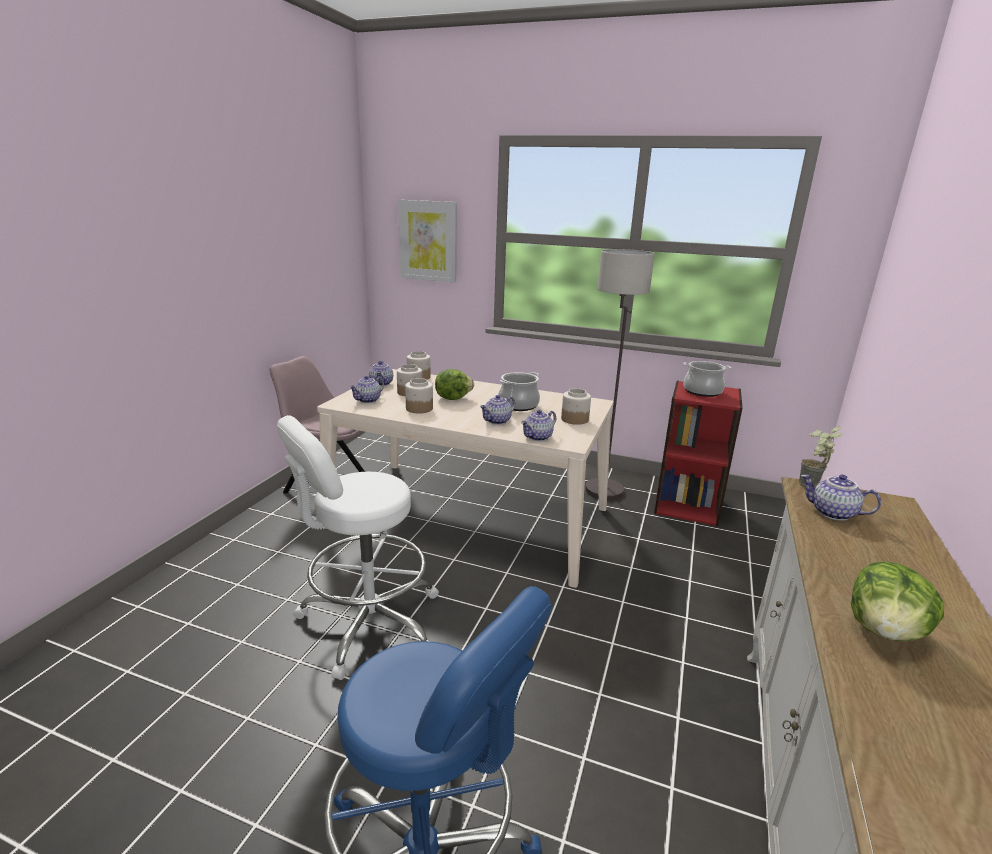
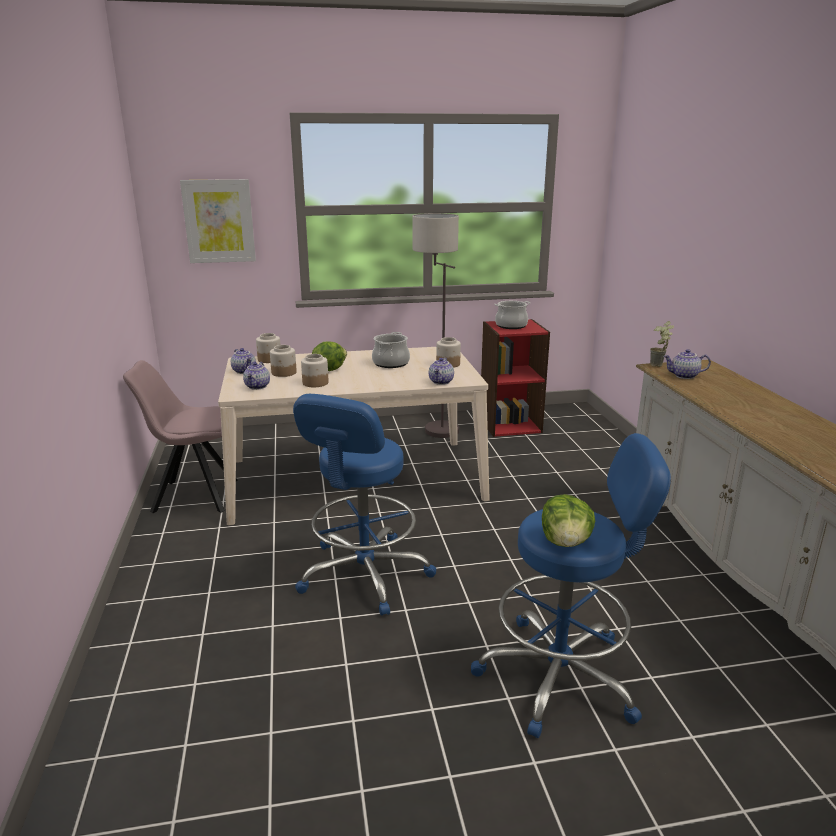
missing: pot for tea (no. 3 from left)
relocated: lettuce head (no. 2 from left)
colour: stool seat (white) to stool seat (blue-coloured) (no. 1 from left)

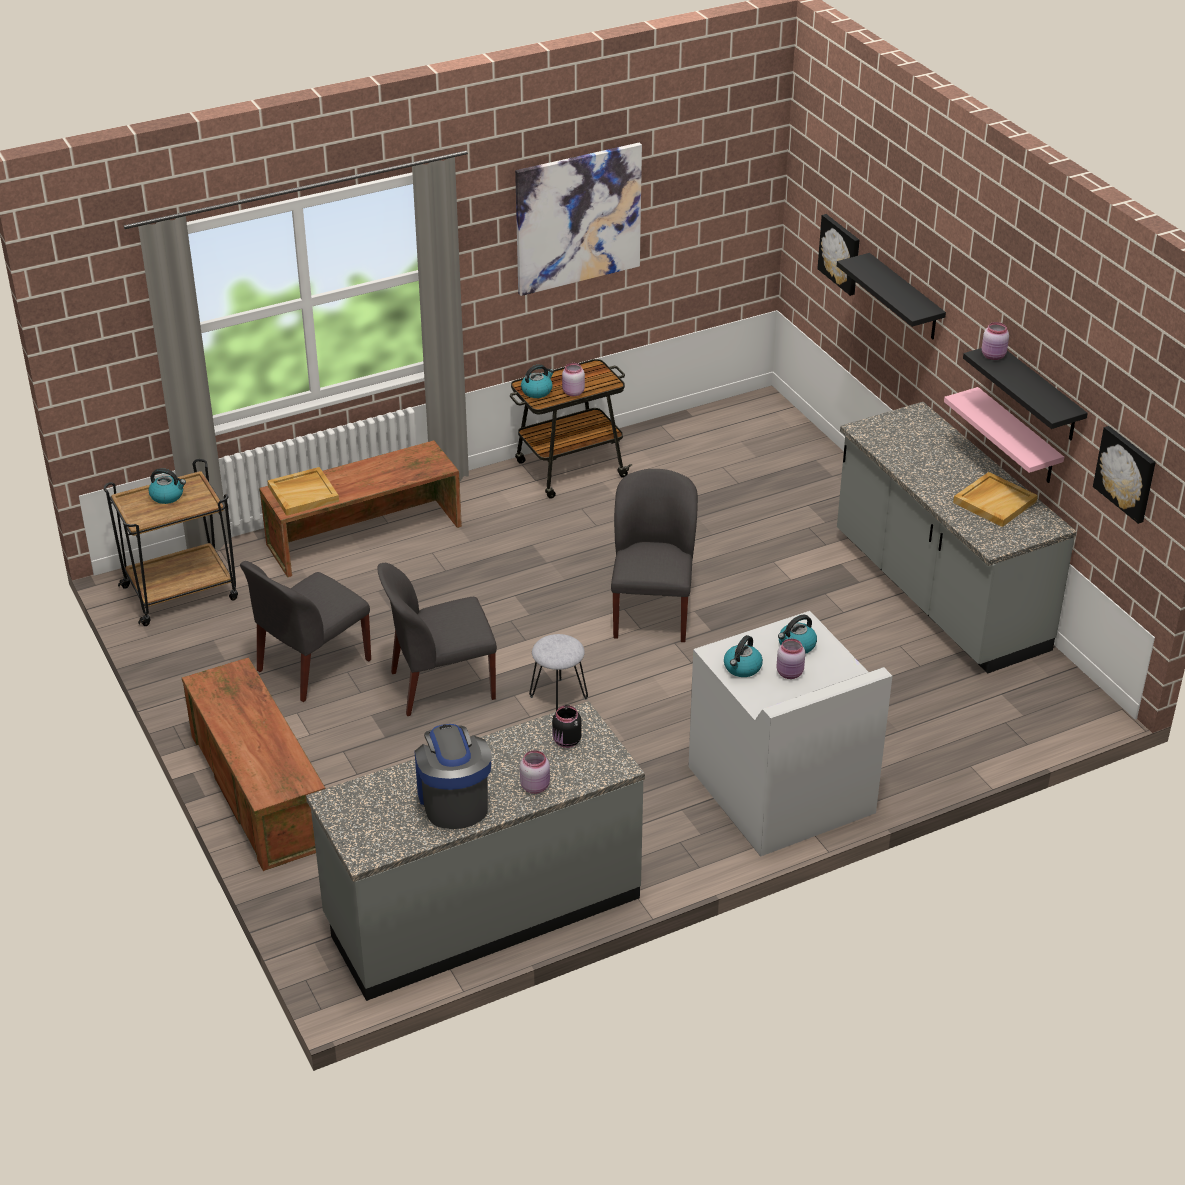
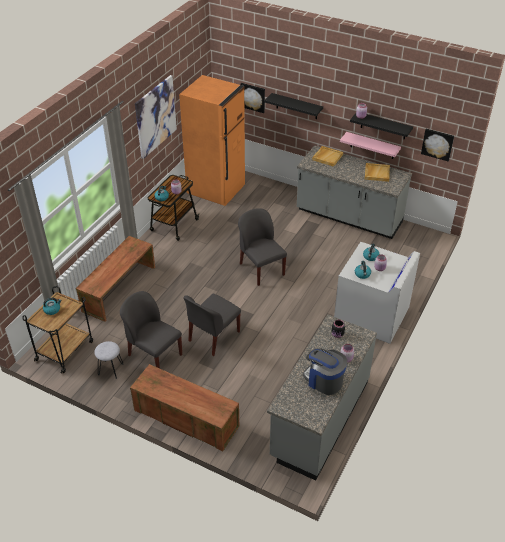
appeared: kitchen fridge (orange-coloured)
relocated: stool seat (greyish); carrying tray (beige) (no. 1 from left)
spun: chair (greyish) (no. 1 from left) 120 degrees clockwise

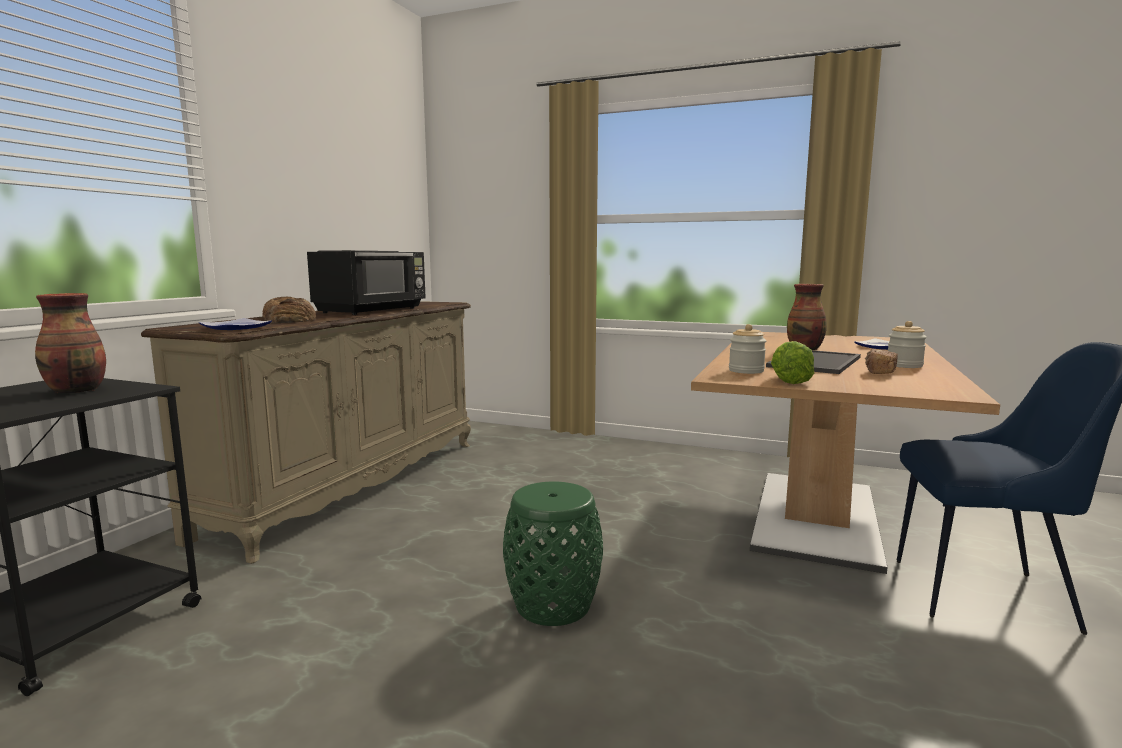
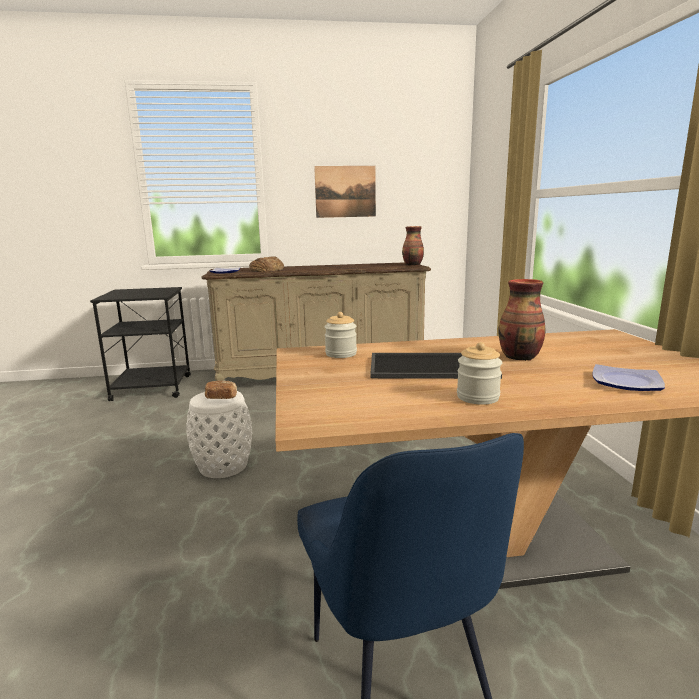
missing: microwave oven (black); lettuce head
appeared: picture
relocated: bread (no. 2 from left in the first image) to bread (no. 1 from left); vase (no. 1 from left)
colour: stool seat (green-coloured) to stool seat (white)

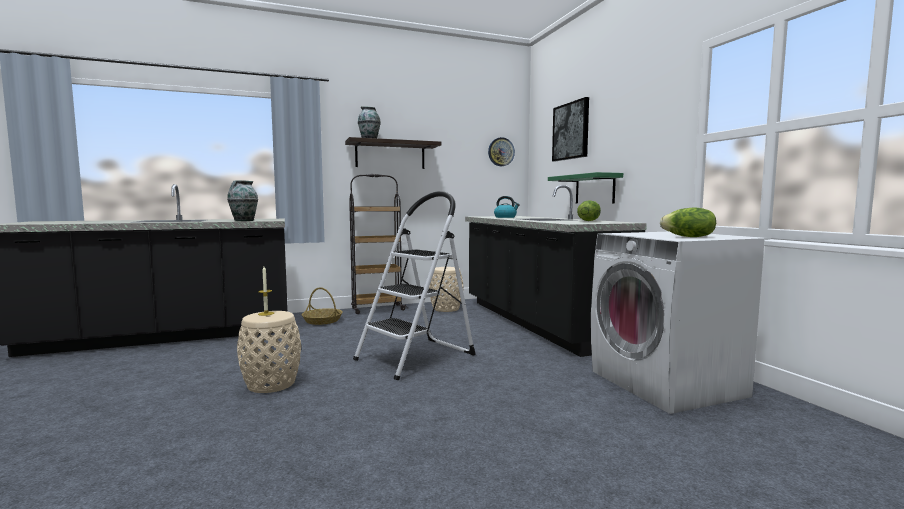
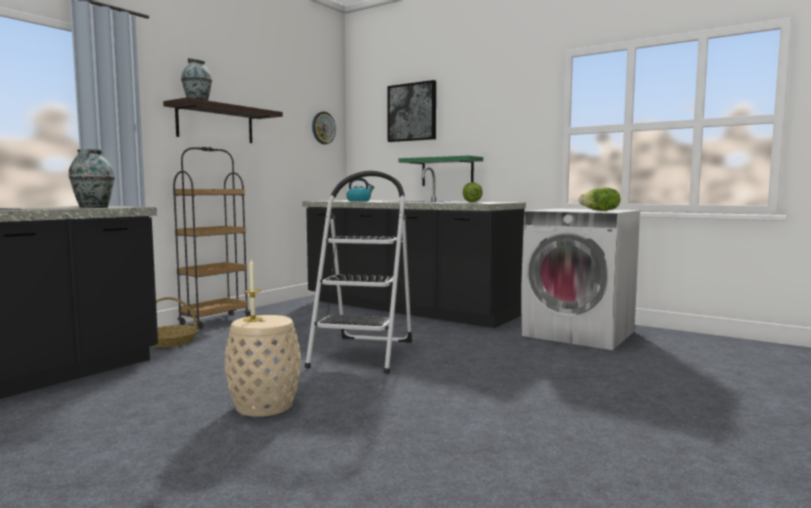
missing: stool seat (beige) (no. 2 from left)

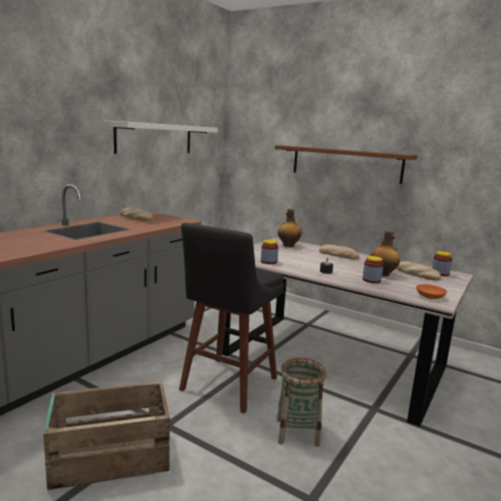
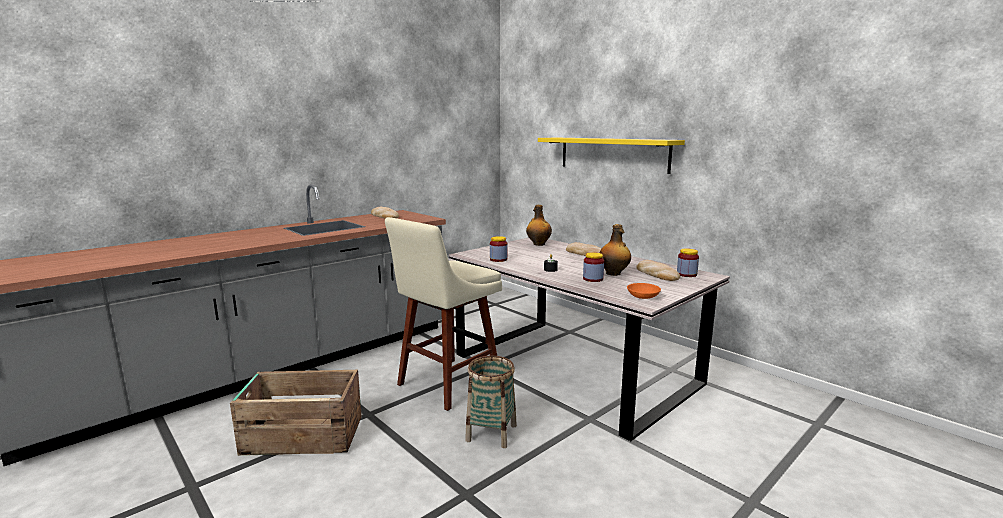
missing: shelf (white)
colour: stool seat (black) to stool seat (beige); shelf (brown-coloured) to shelf (yellow)

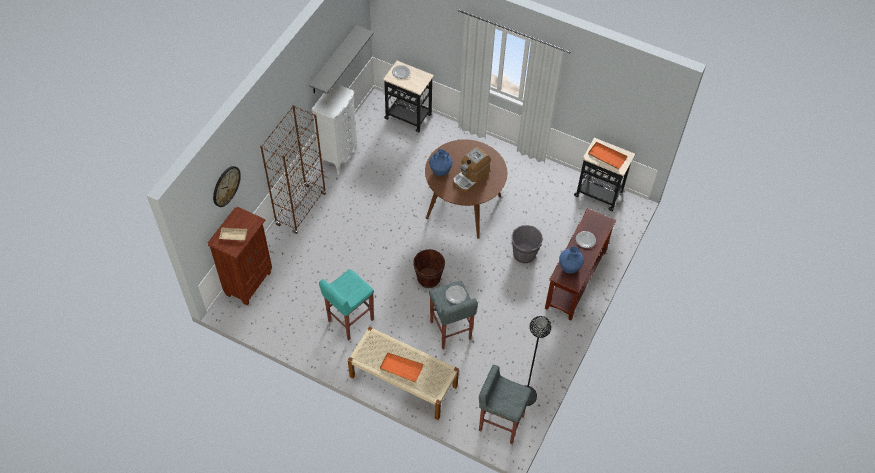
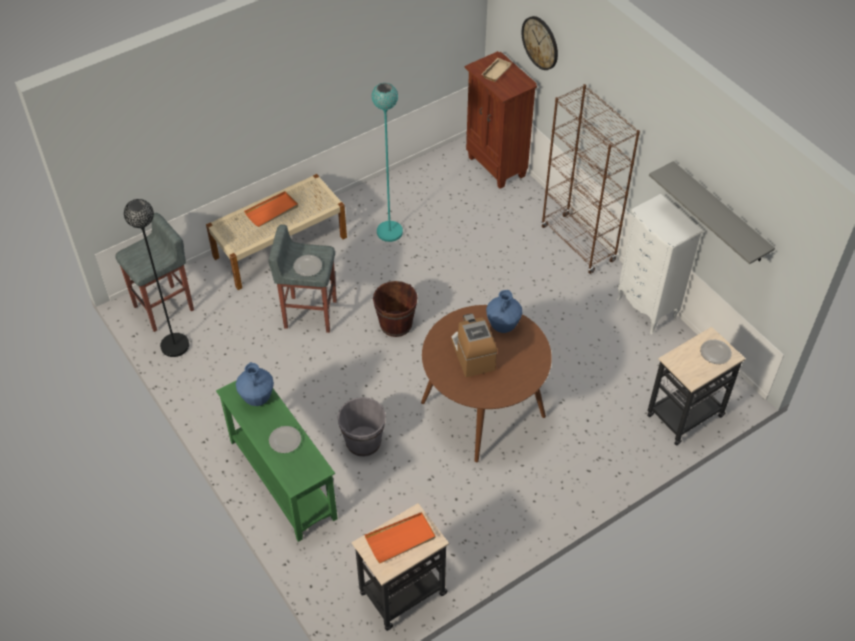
exchanged: stool seat (turquoise-coloured) to floor lamp (turquoise-coloured)
colour: console table (brown-coloured) to console table (green-coloured)

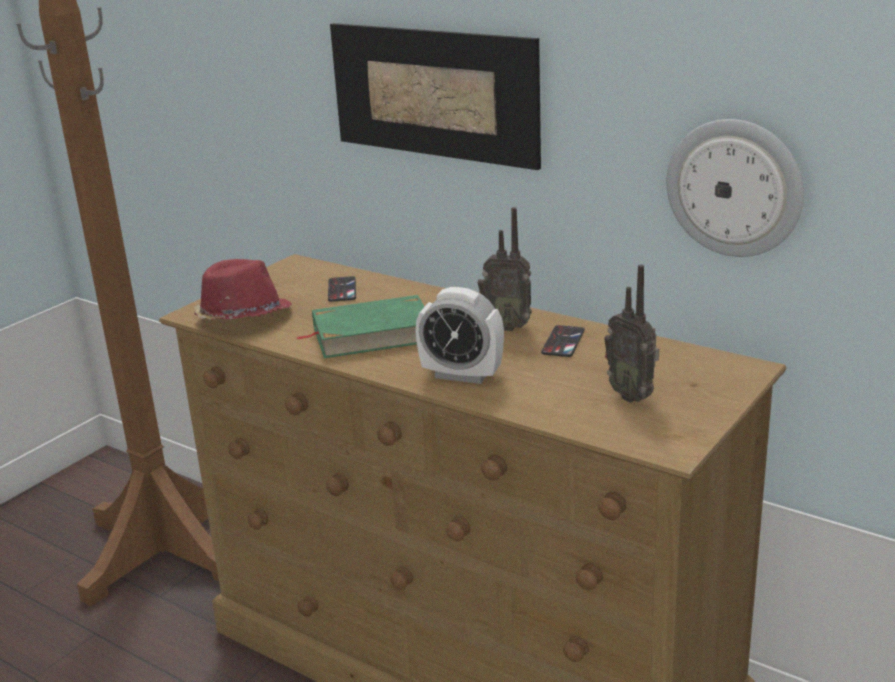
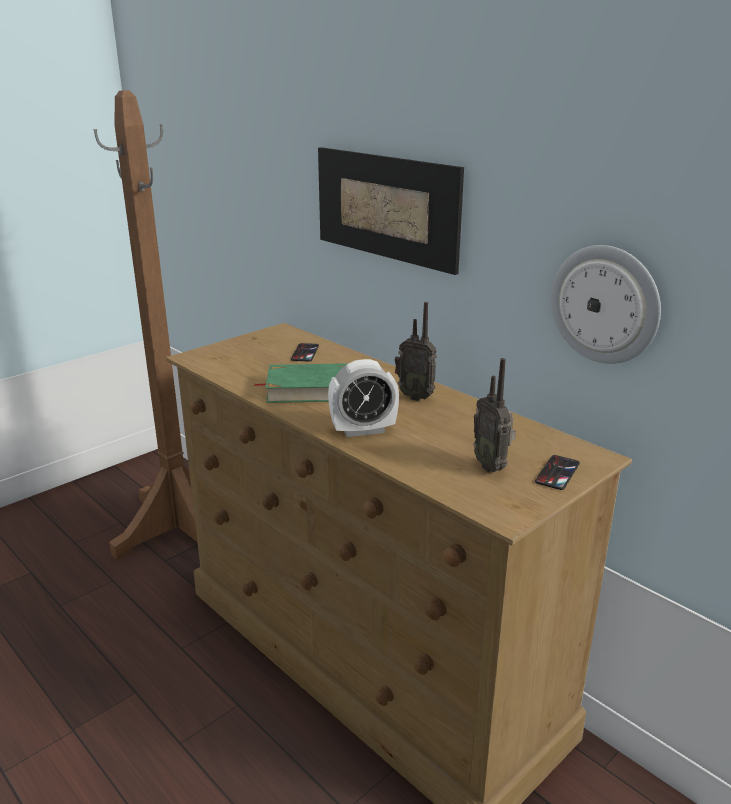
missing: hat (red)
relocated: phone (no. 2 from left)
spun: alarm clock 45 degrees counterclockwise

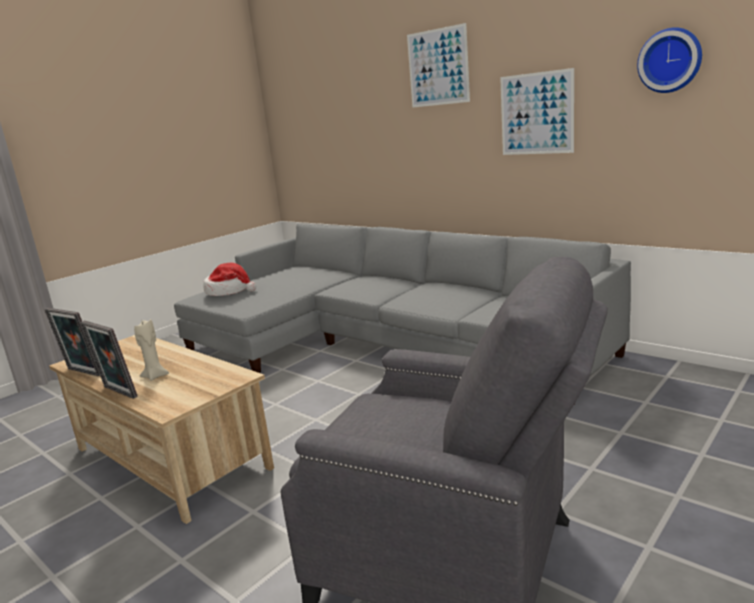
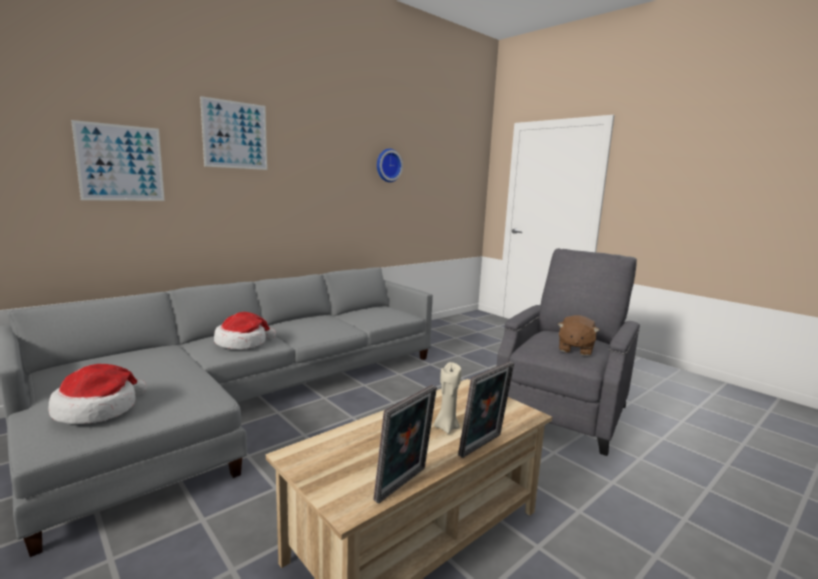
appeared: hat (no. 2 from left); soft toy (brown-coloured)
relocated: picture (no. 2 from left in the first image) to picture (no. 1 from left)

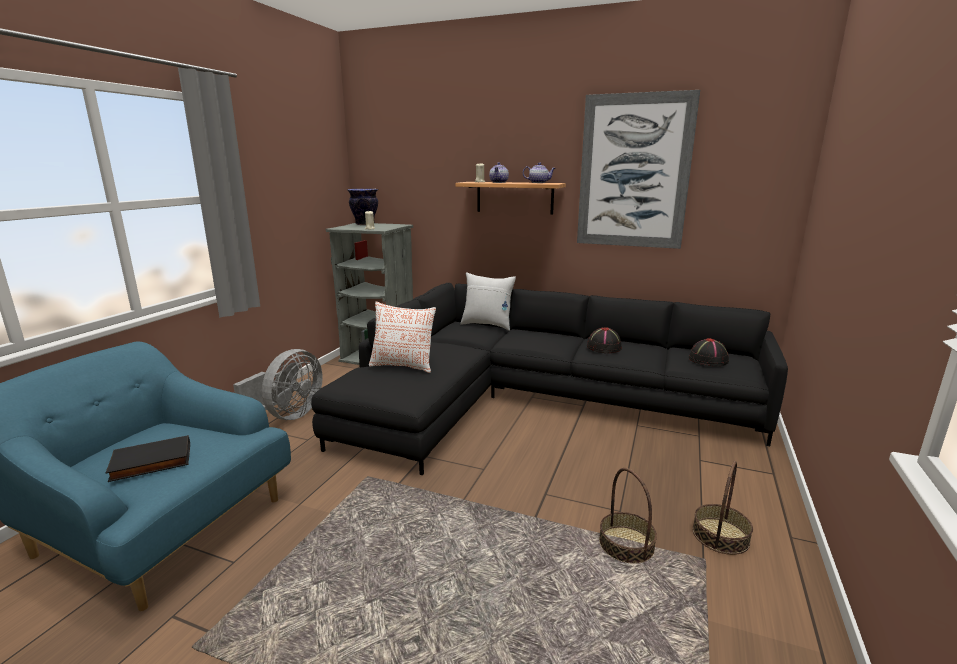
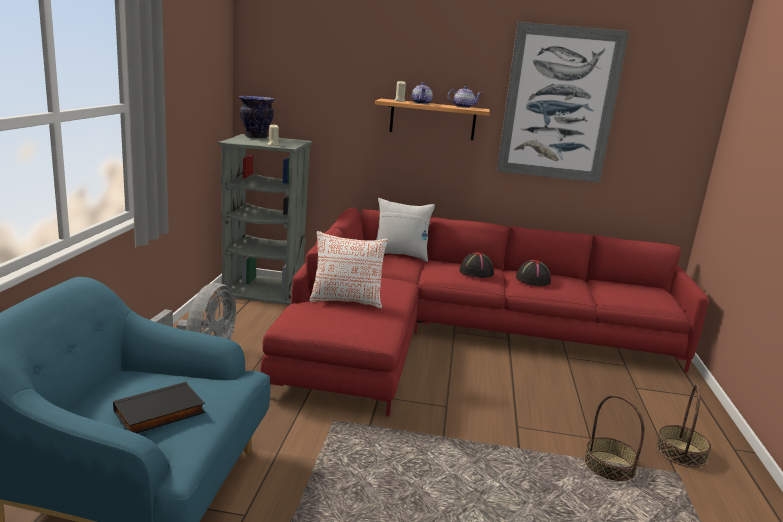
relocated: hat (black) (no. 2 from left in the first image) to hat (black) (no. 1 from left)
colour: couch (black) to couch (red)

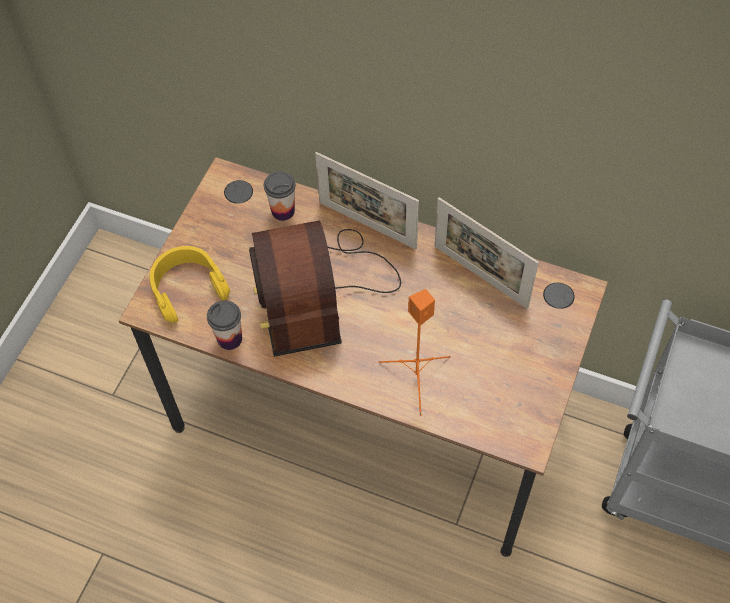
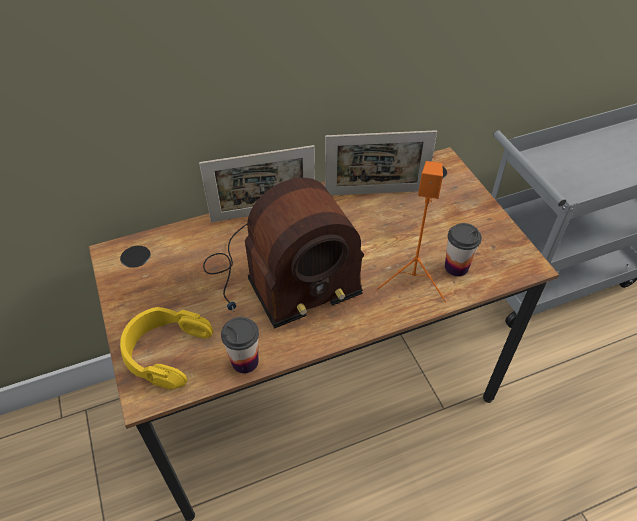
relocated: small cup (no. 2 from left)
spun: radio 60 degrees counterclockwise

